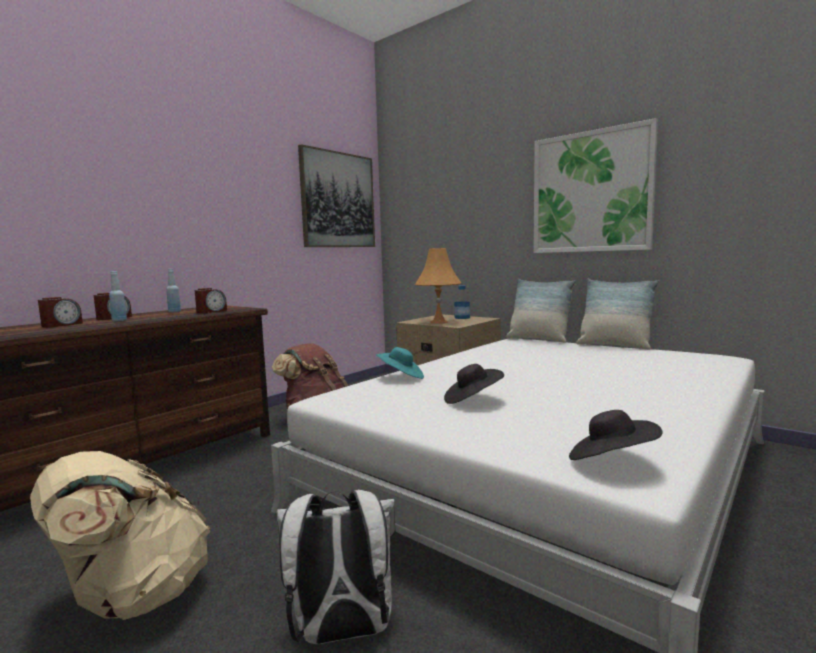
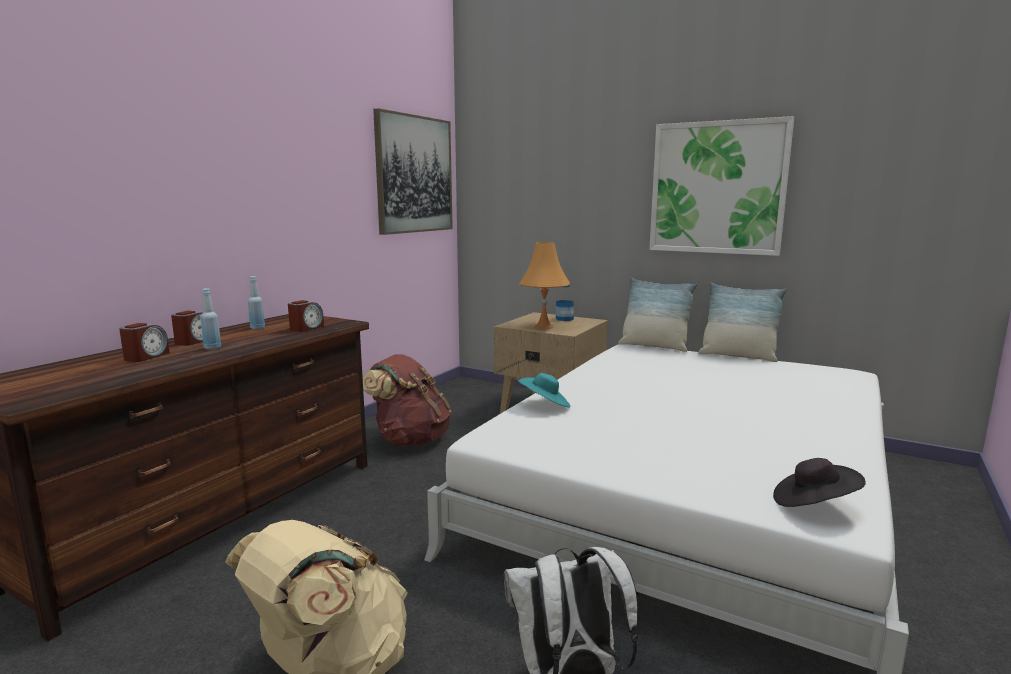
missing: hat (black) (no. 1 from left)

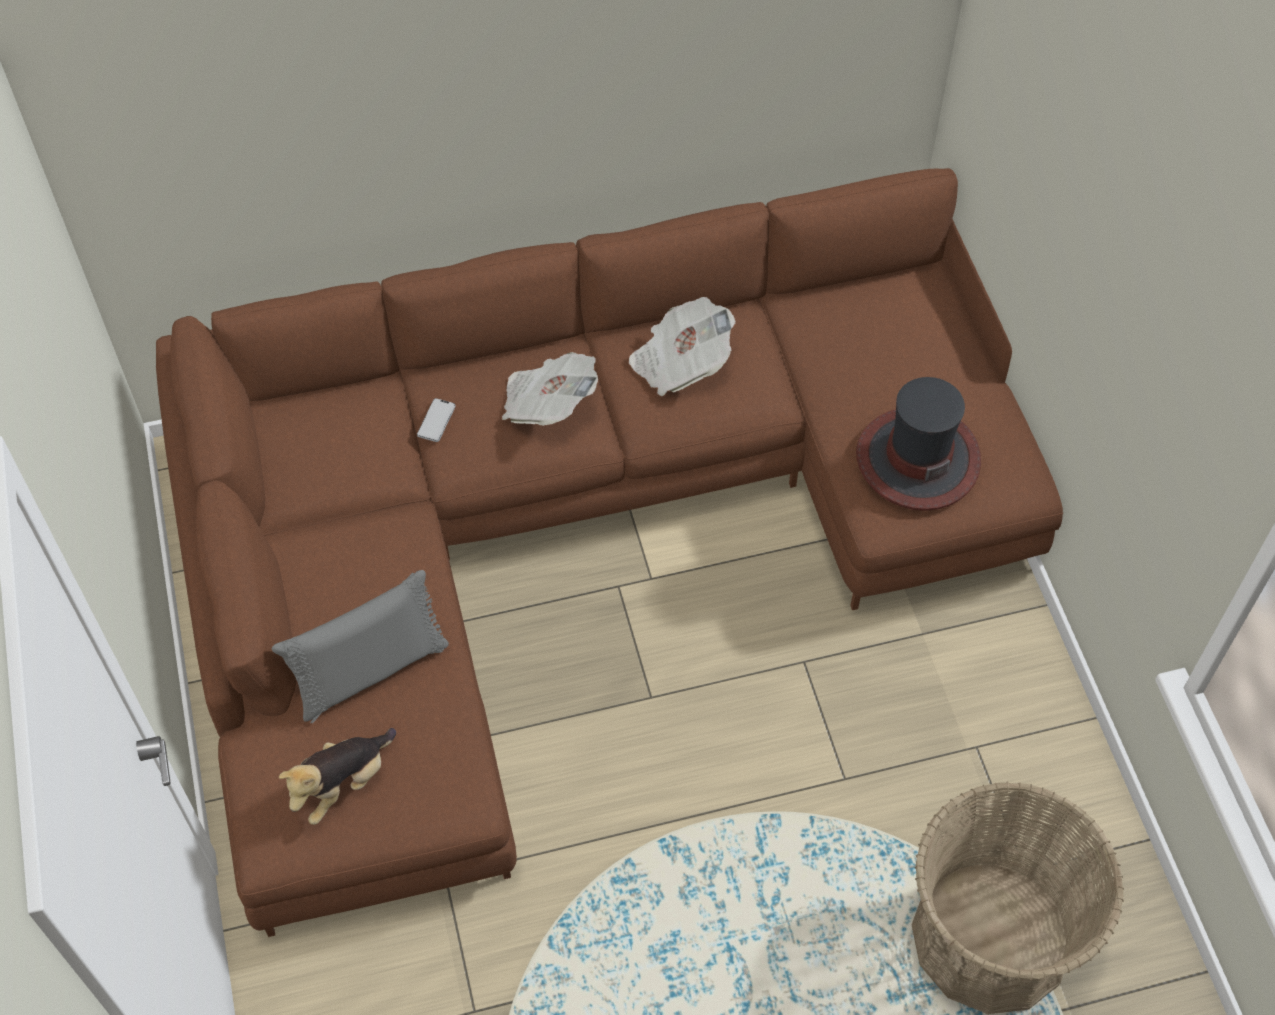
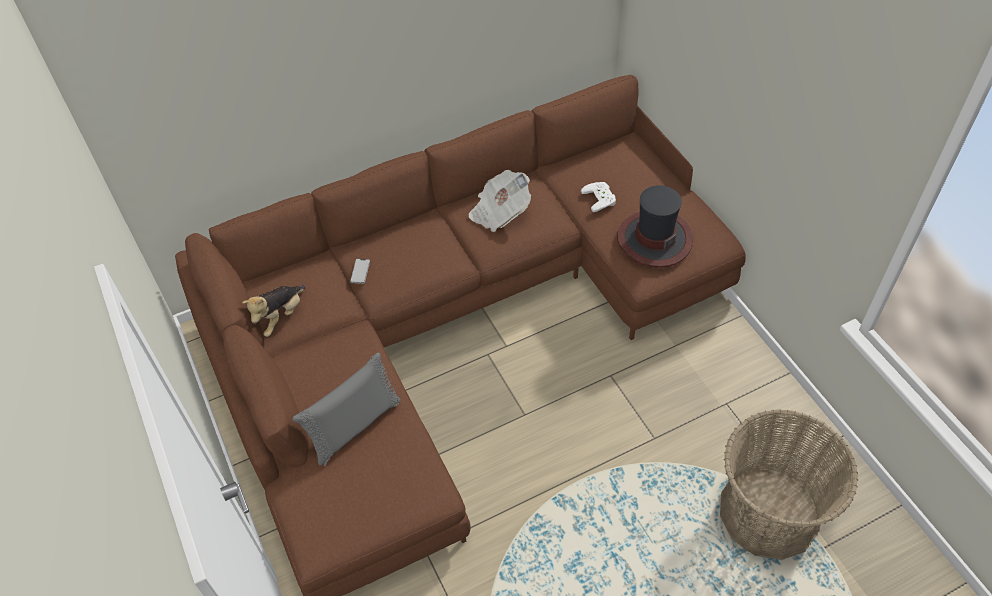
missing: printed paper (no. 1 from left)
appeared: gamepad (white)
relocated: soft toy

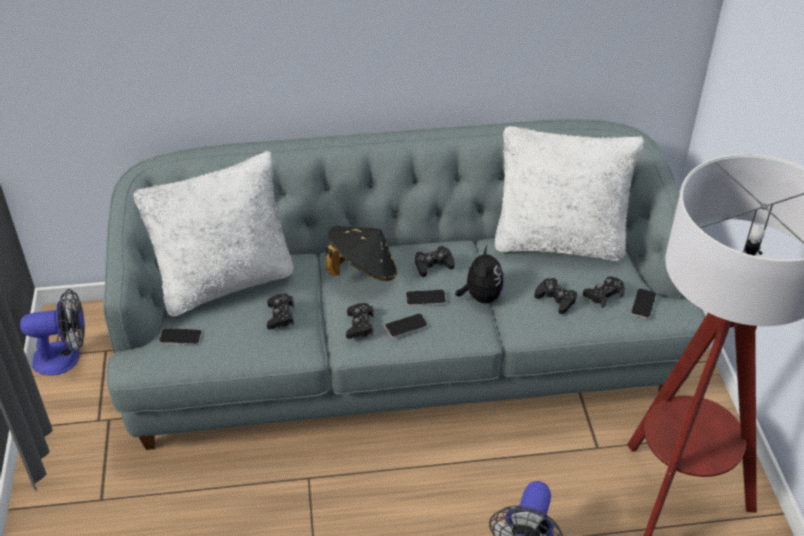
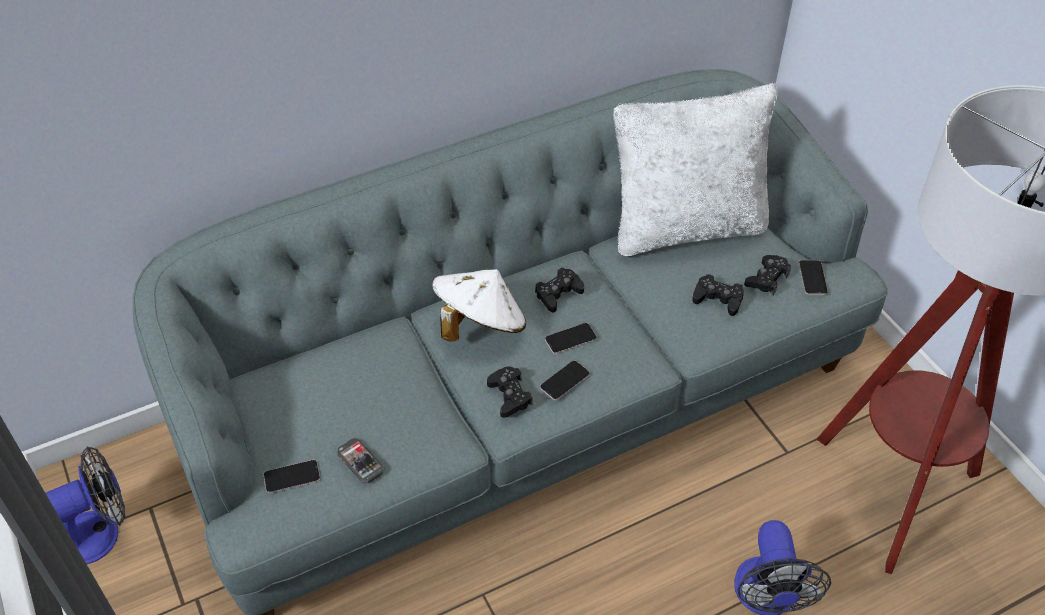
missing: throw pillow (white) (no. 1 from left); gamepad (black) (no. 1 from left); soft toy
appeared: phone (no. 2 from left)
colour: hat (black) to hat (white)

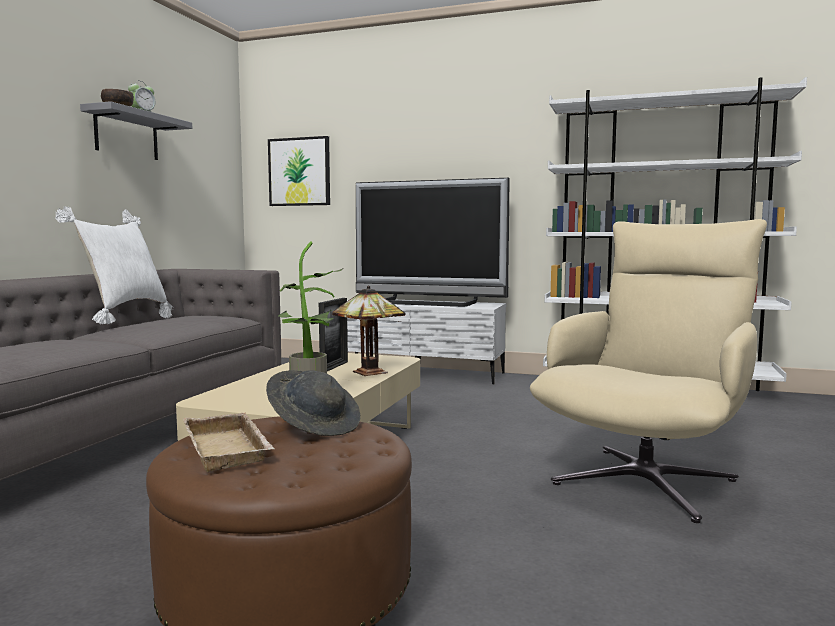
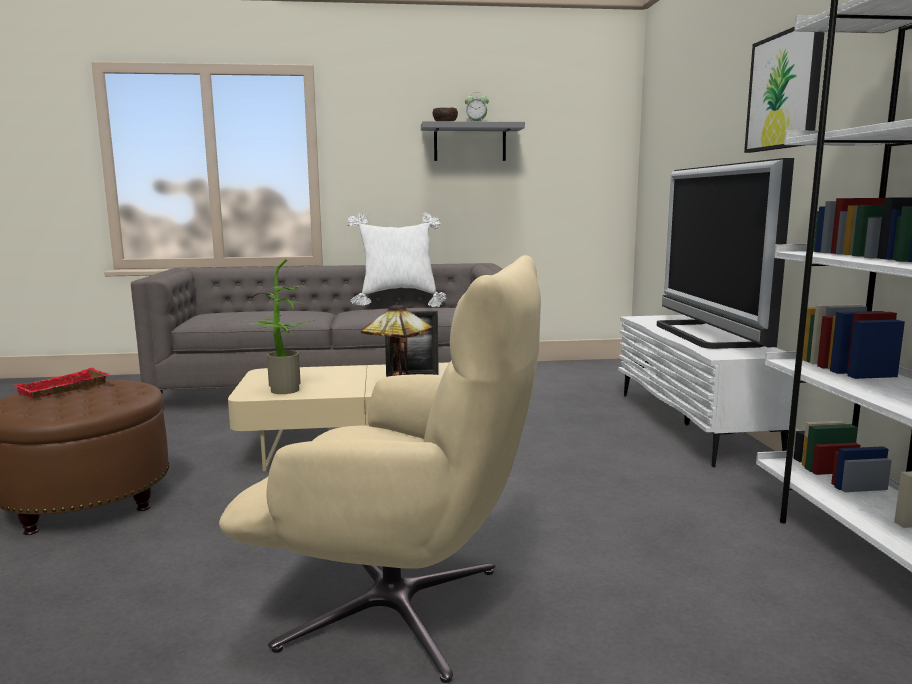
missing: hat (greyish)
relocated: picture
colour: carrying tray (beige) to carrying tray (red)

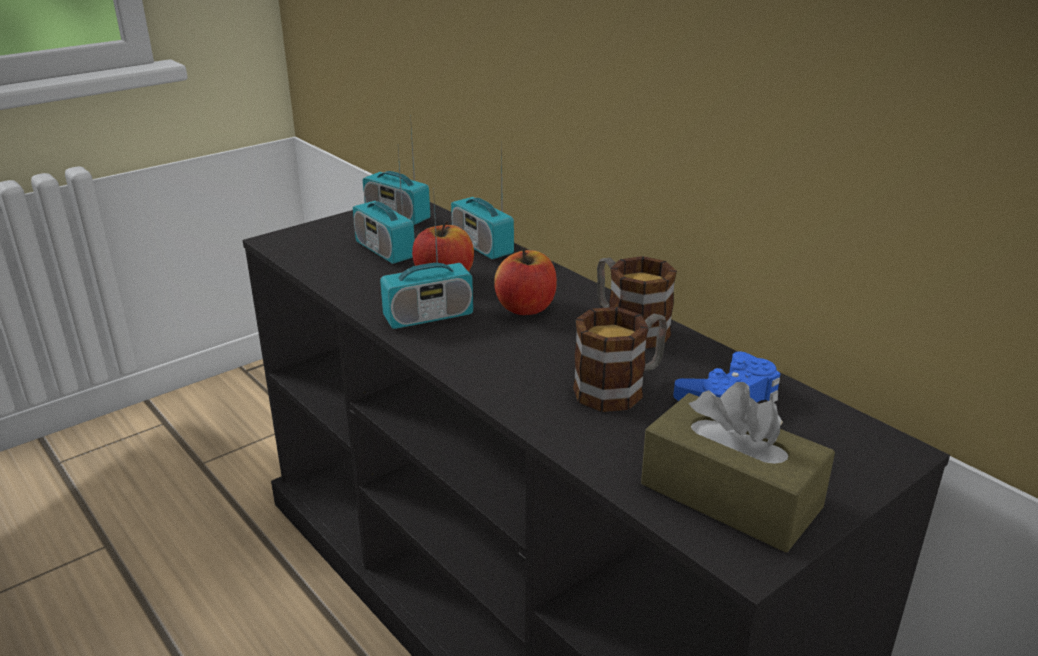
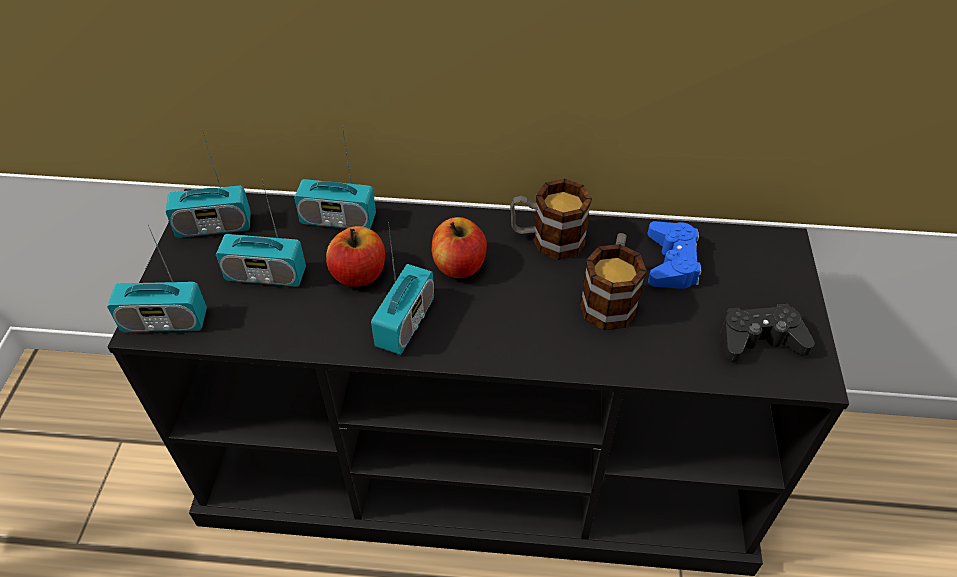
appeared: radio (no. 1 from left)
exchanged: tissue box (brown-coloured) to gamepad (black)

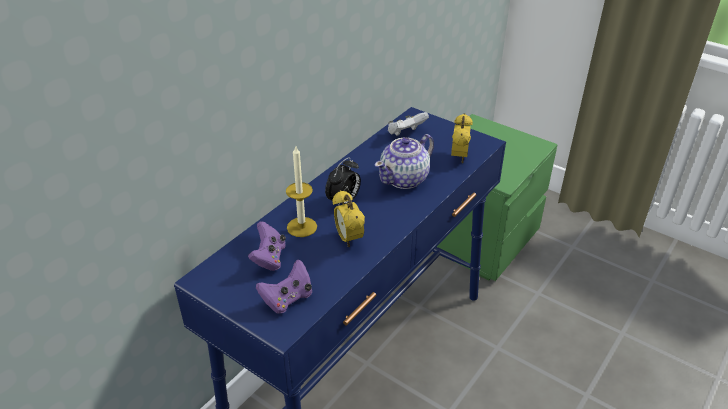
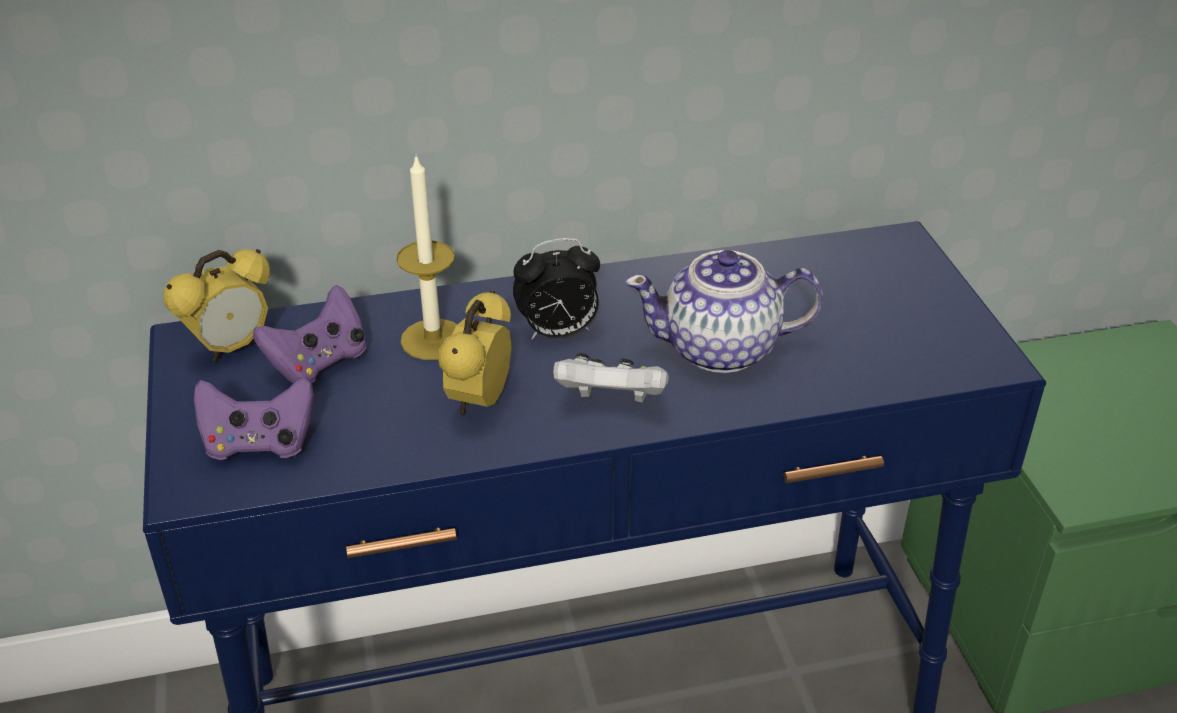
relocated: alarm clock (no. 3 from left in the first image) to alarm clock (no. 1 from left); gamepad (white)

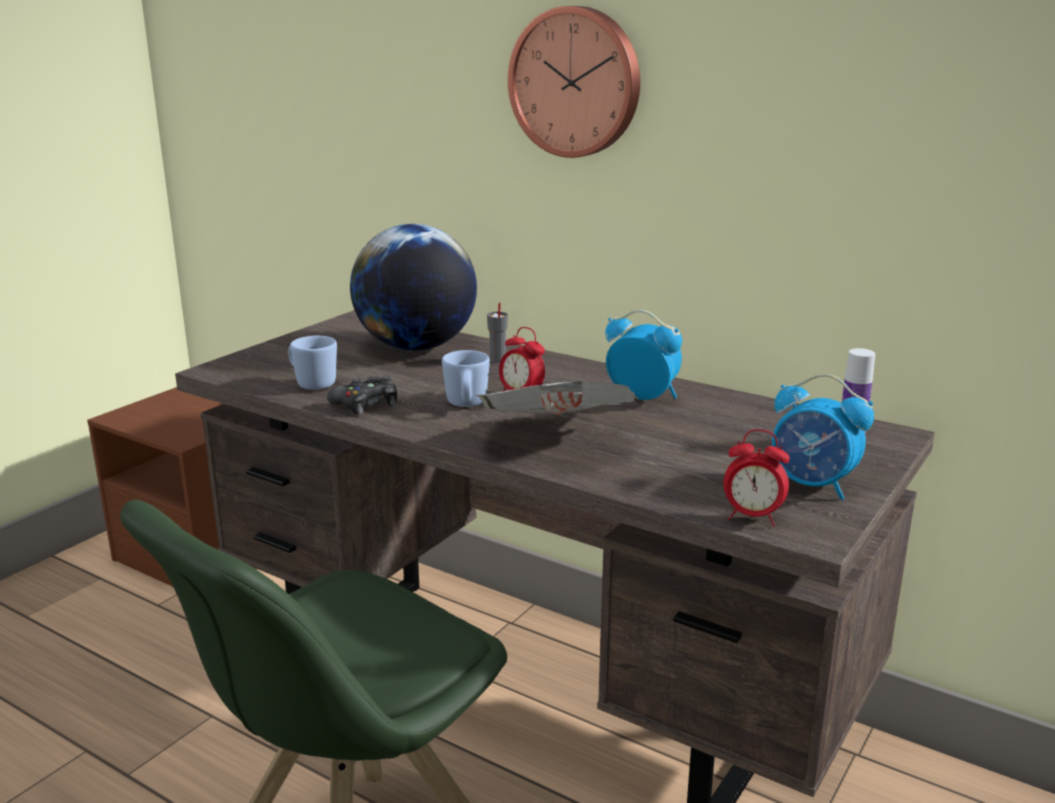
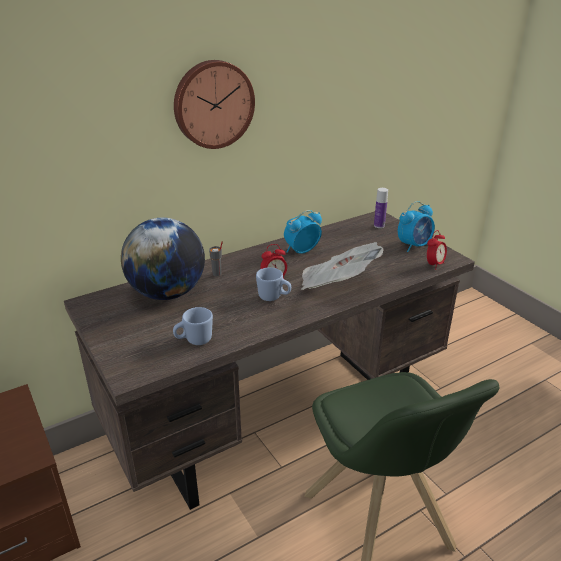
missing: gamepad (black)

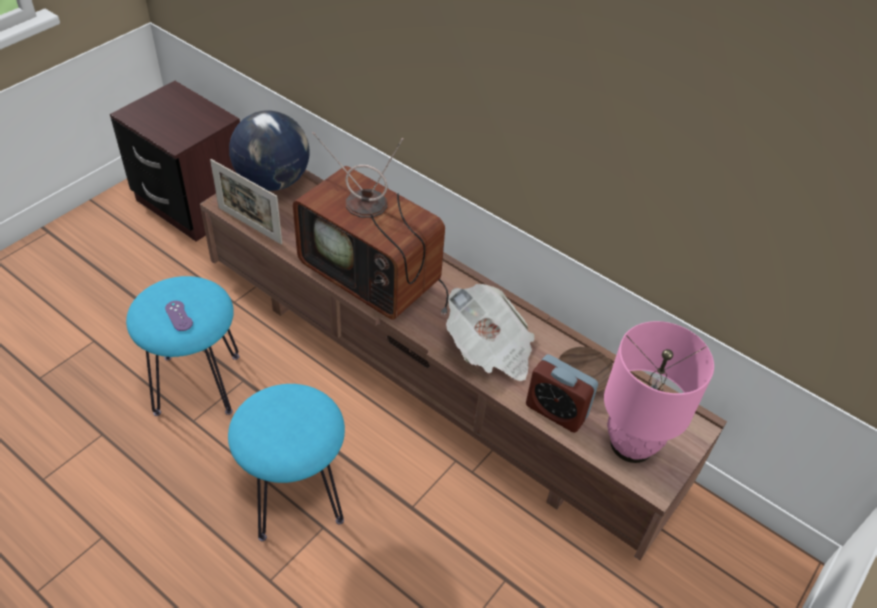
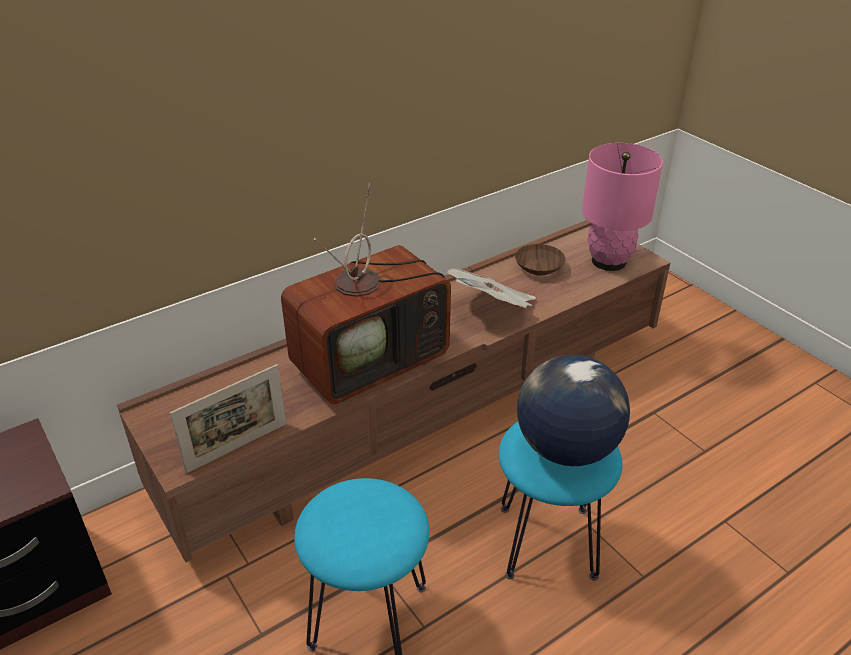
missing: gamepad (purplish); alarm clock
relocated: globe

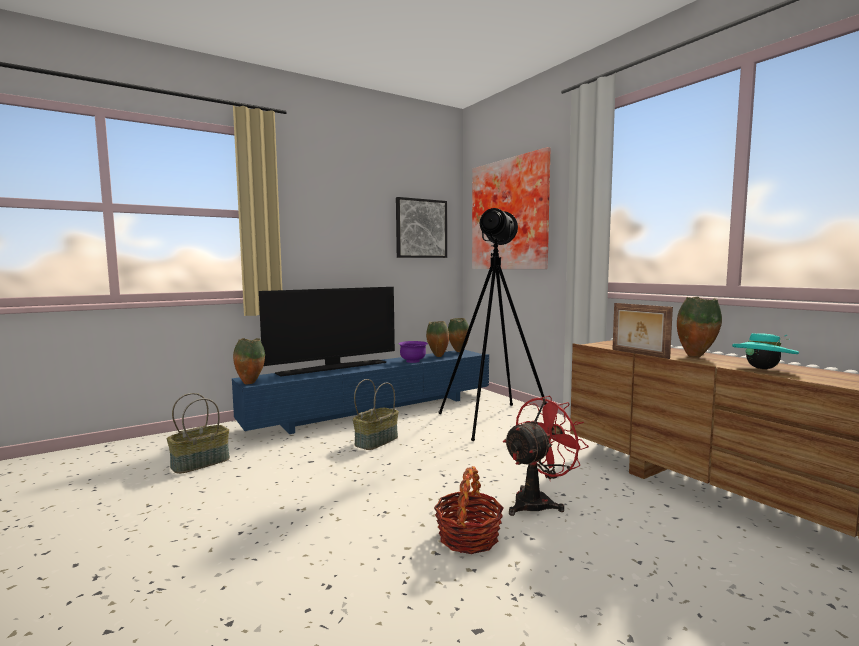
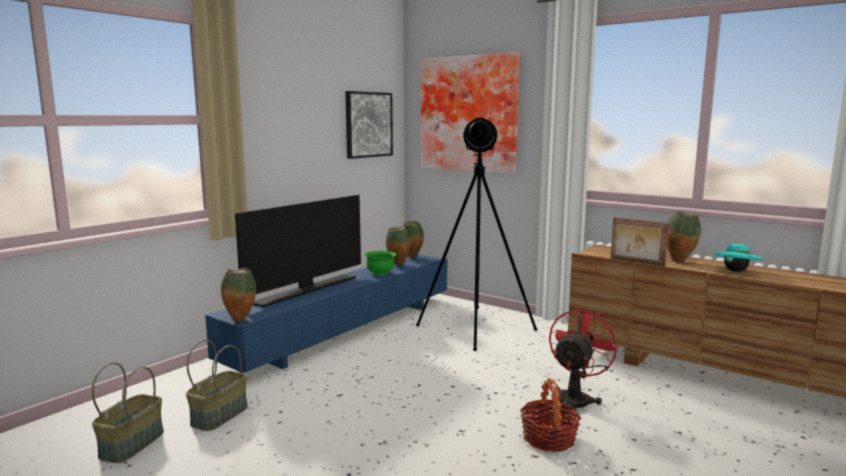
relocated: household basket (no. 2 from left in the first image) to household basket (no. 1 from left)
colour: bowl (purplish) to bowl (green-coloured)

